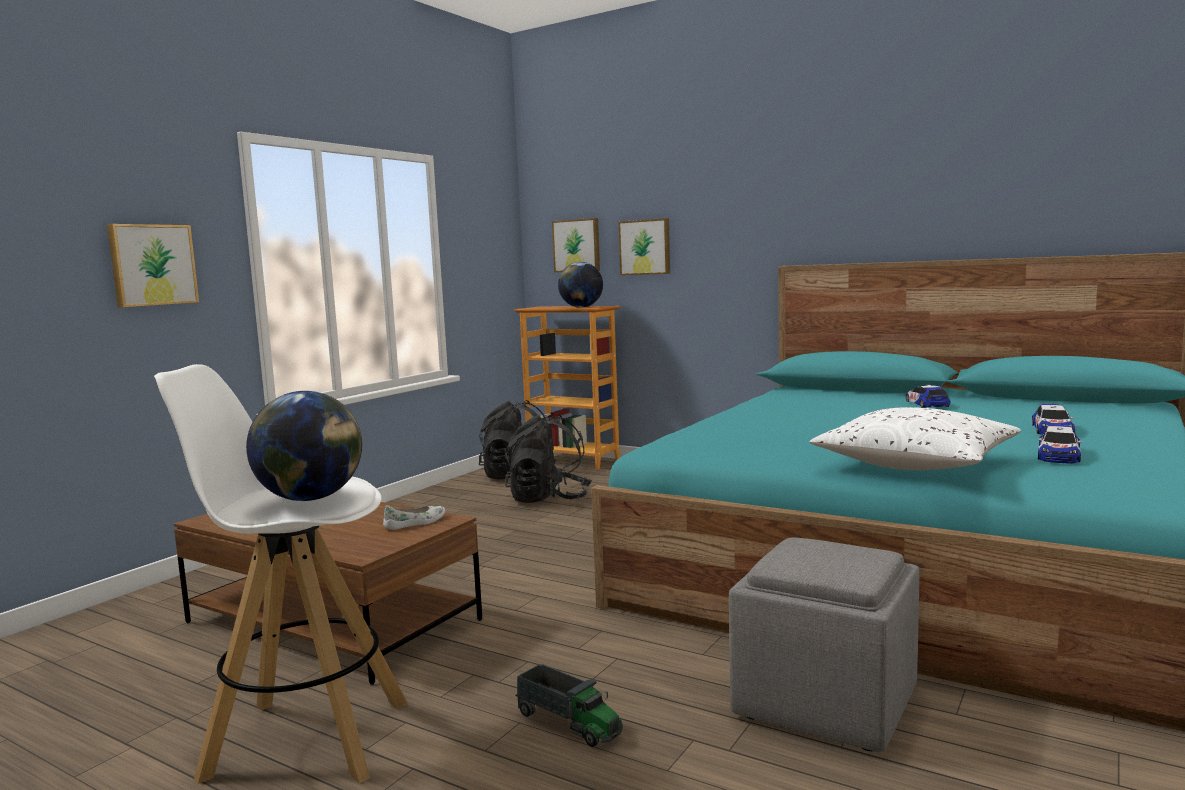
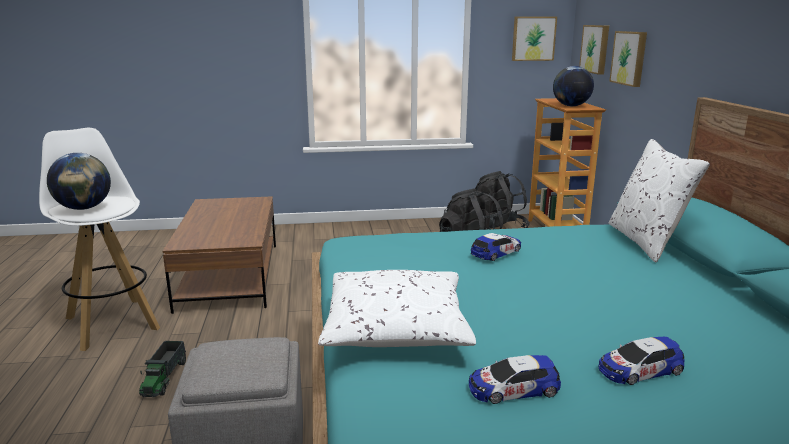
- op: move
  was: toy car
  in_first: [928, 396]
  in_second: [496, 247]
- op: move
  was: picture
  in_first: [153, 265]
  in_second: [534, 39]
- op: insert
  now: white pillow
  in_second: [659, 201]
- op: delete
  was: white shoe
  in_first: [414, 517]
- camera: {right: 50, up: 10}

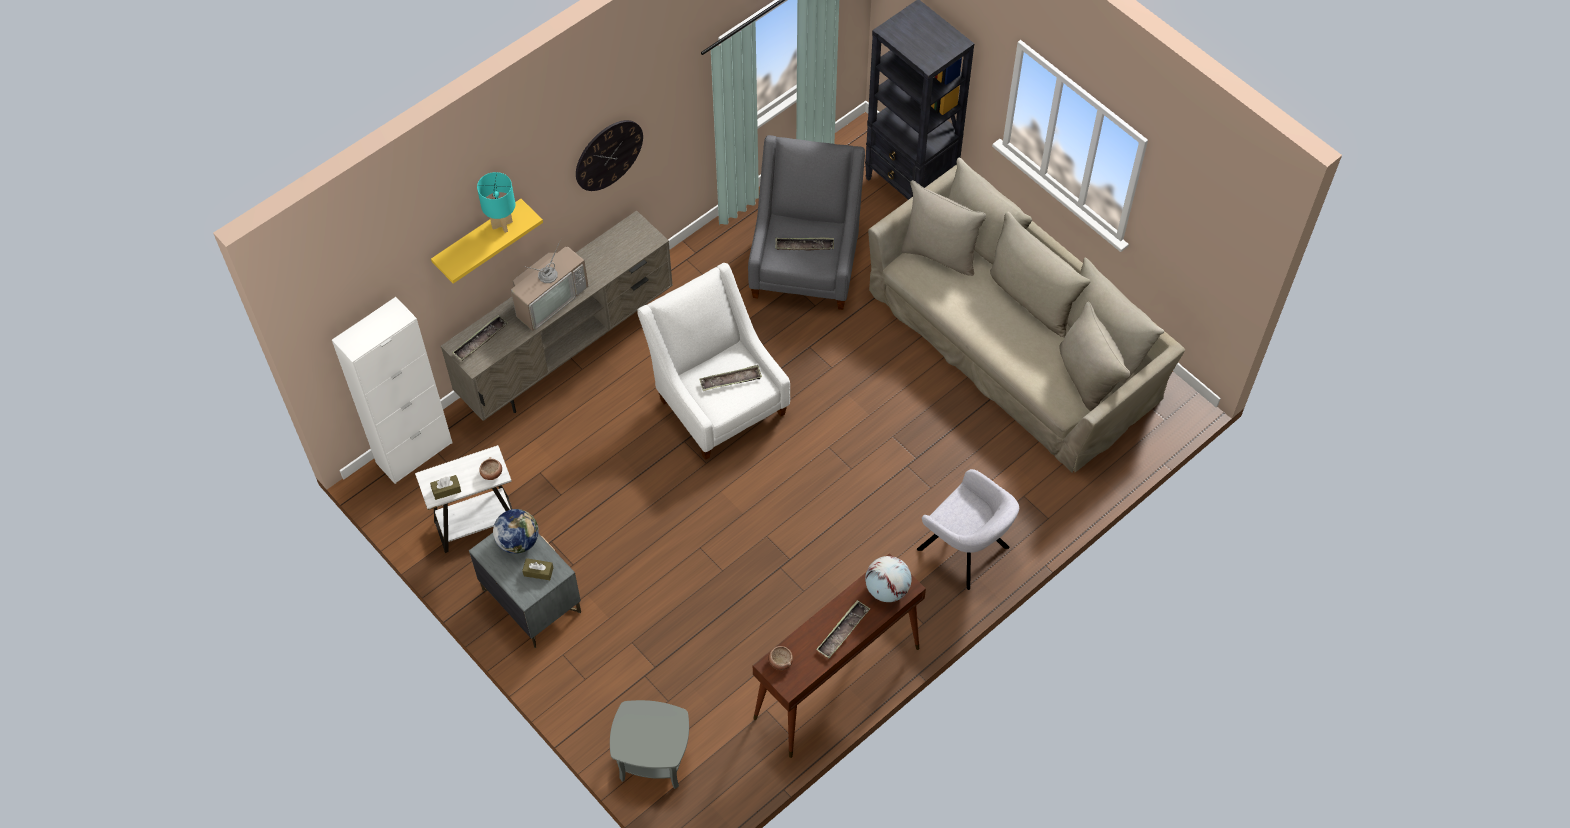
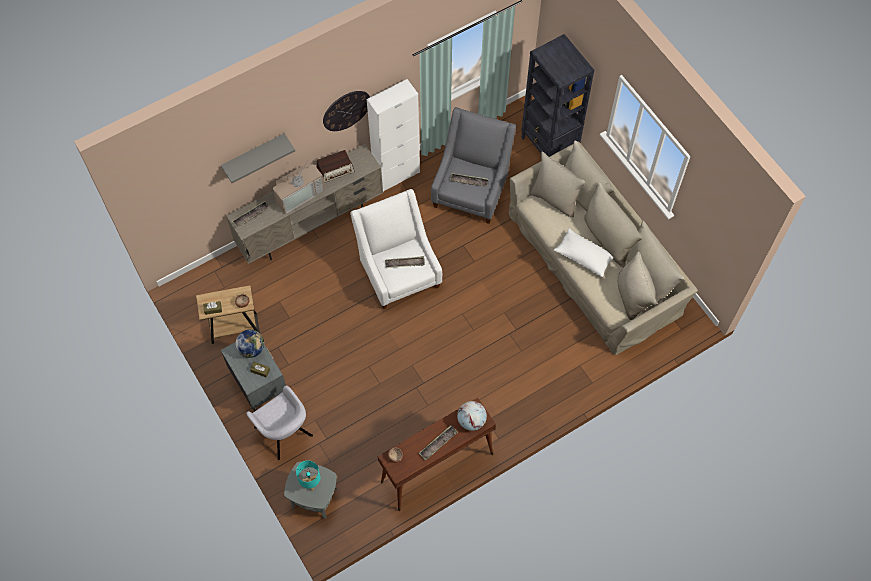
- op: recolor
  was: white side table
  now: brown side table
  in_first: [463, 499]
  in_second: [228, 314]
- op: recolor
  was: yellow shelf
  now: grey shelf
  in_first: [487, 241]
  in_second: [258, 158]
- op: move
  was: grey armchair
  in_first: [968, 529]
  in_second: [279, 423]
- op: move
  was: turquoise table lamp
  in_first: [496, 202]
  in_second: [308, 475]
- op: insert
  now: radio
  in_second: [335, 166]
- op: move
  was: white cabinet
  in_first: [392, 390]
  in_second: [393, 135]
- op: insert
  now: white pillow
  in_second: [583, 253]
- camera: {right: 10, up: 5}

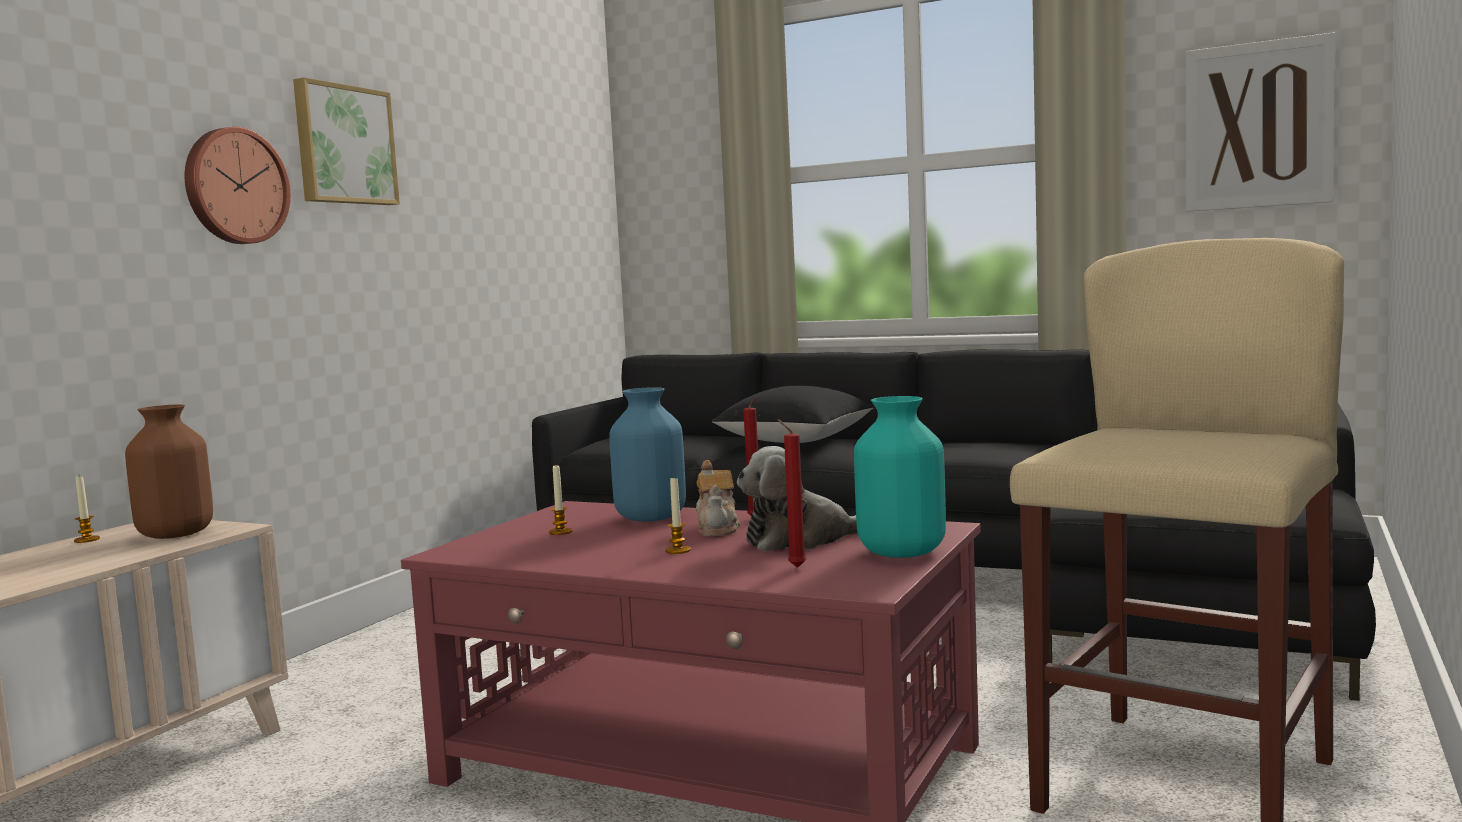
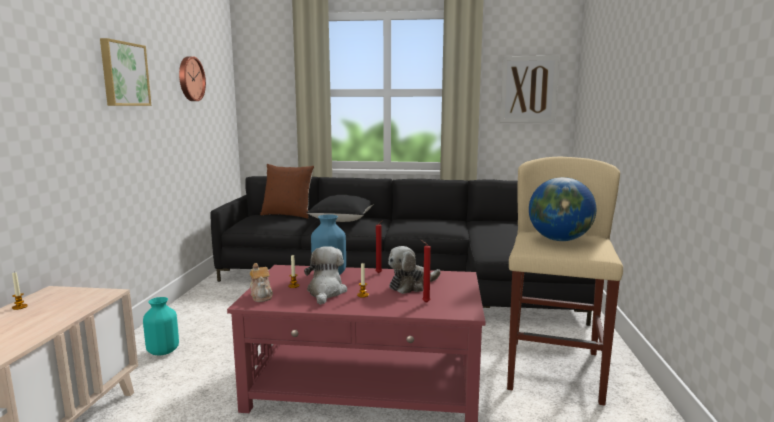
- op: move
  was: turquoise vase
  in_first: [900, 477]
  in_second: [161, 326]
- op: move
  was: wall clock
  in_first: [238, 185]
  in_second: [192, 78]
- op: move
  was: teapot
  in_first: [718, 498]
  in_second: [261, 282]
- op: insert
  now: brown pillow
  in_second: [287, 191]
- op: insert
  now: plush toy
  in_second: [325, 275]
- op: insert
  now: globe
  in_second: [562, 209]
- op: delete
  was: brown vase
  in_first: [169, 471]
- camera: {right: -20, up: 5}

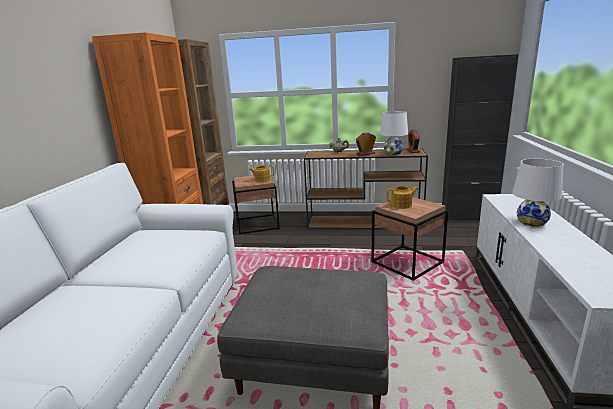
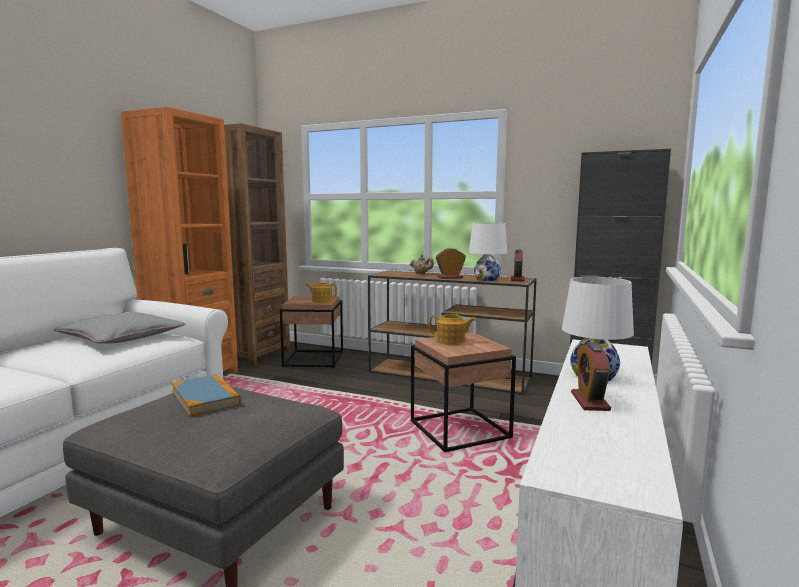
- op: insert
  now: grey pillow
  in_second: [120, 328]
- op: insert
  now: book
  in_second: [206, 395]
- op: insert
  now: alarm clock
  in_second: [591, 376]
- camera: {right: 15, up: -10}

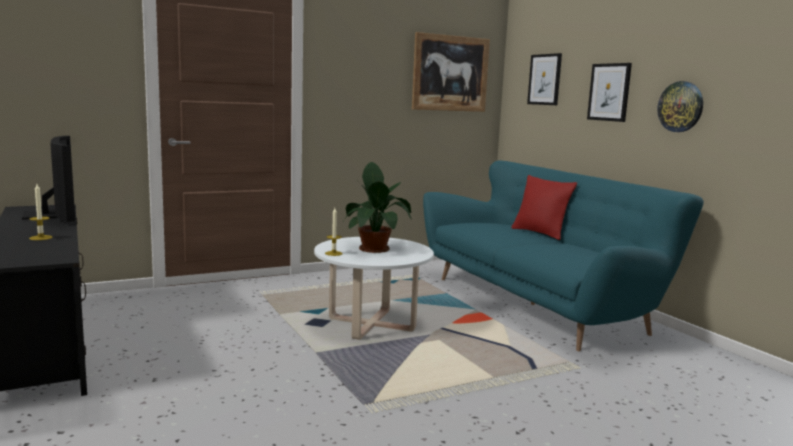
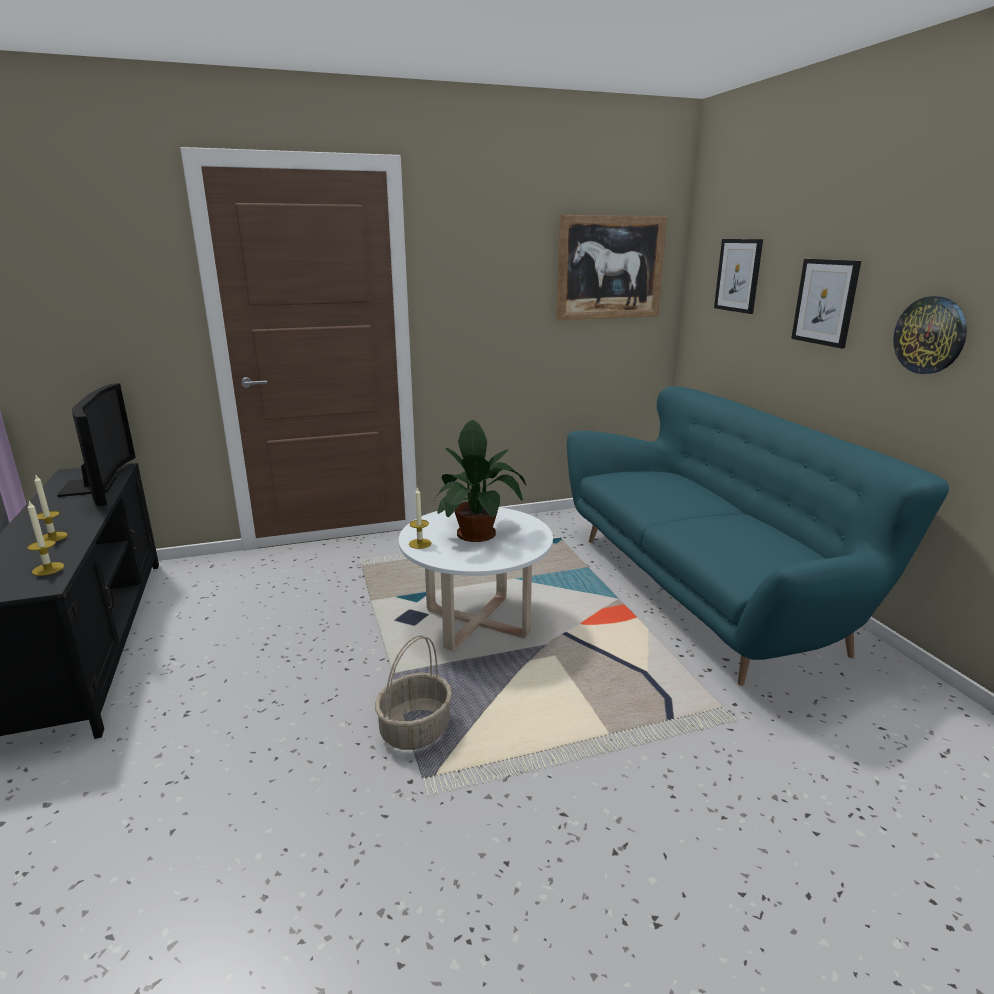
- op: insert
  now: candle
  in_second: [45, 538]
- op: insert
  now: basket
  in_second: [413, 692]
- op: delete
  was: red pillow
  in_first: [544, 207]
- camera: {right: 10, up: 10}

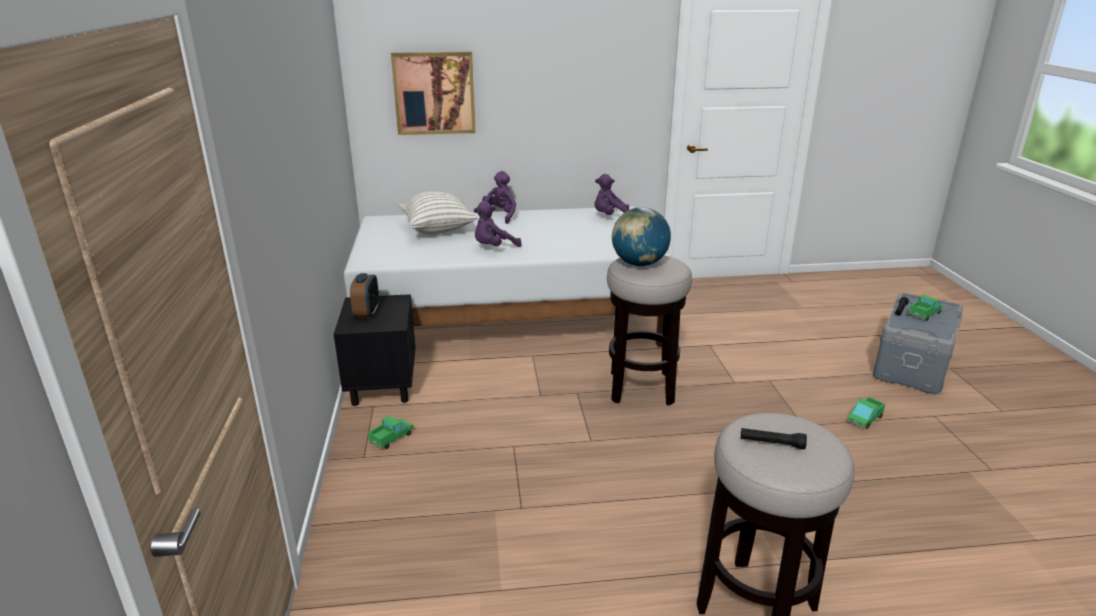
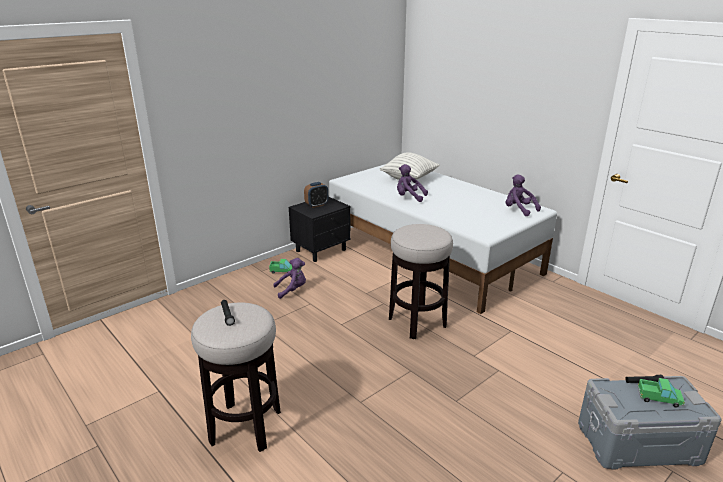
- op: move
  was: purple plush toy
  in_first: [499, 197]
  in_second: [289, 278]
- op: delete
  was: picture
  in_first: [433, 93]
- op: delete
  was: globe
  in_first: [641, 236]
- op: delete
  was: toy truck
  in_first: [866, 413]
- camera: {right: 55, up: 0}

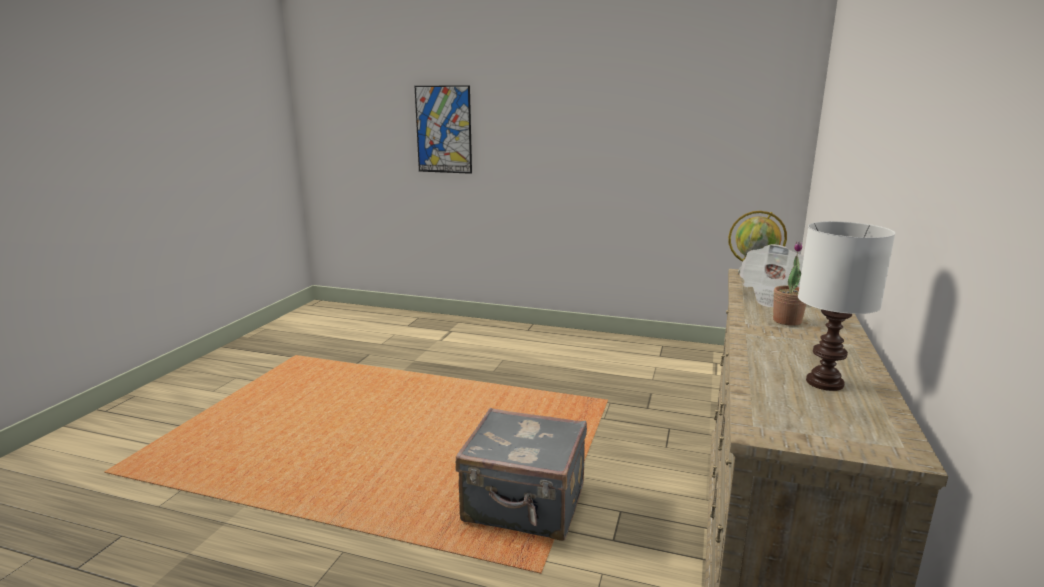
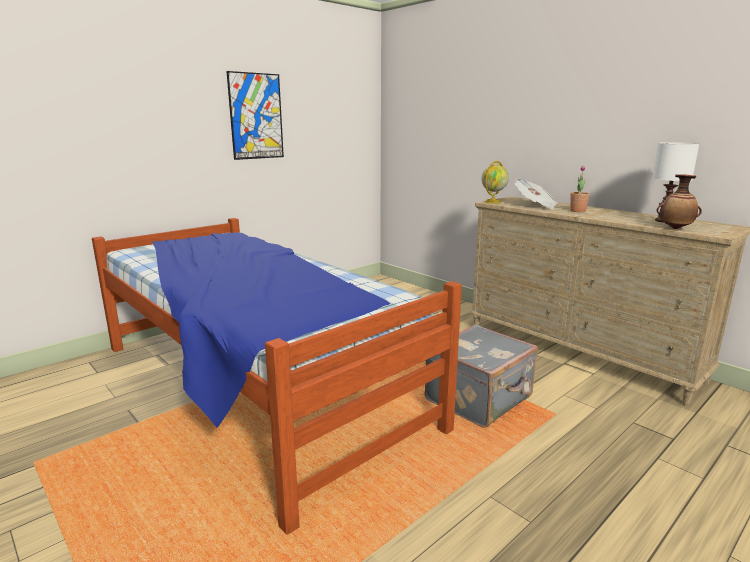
- op: insert
  now: bed
  in_second: [277, 376]
- op: move
  was: picture
  in_first: [443, 130]
  in_second: [255, 115]
- op: insert
  now: vase
  in_second: [679, 201]
- camera: {right: -60, up: 0}

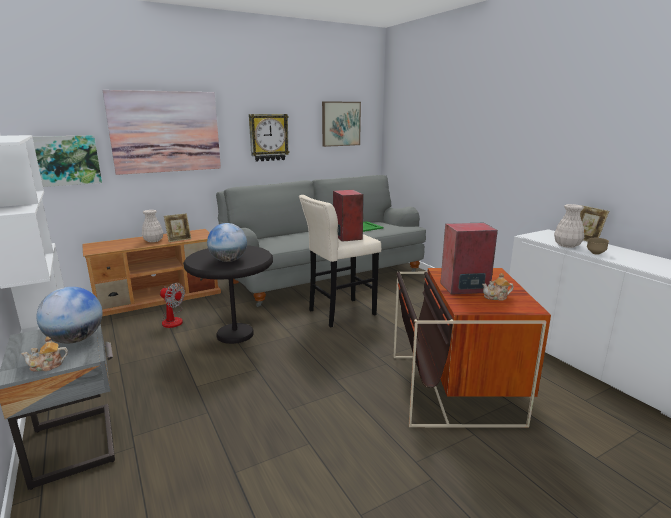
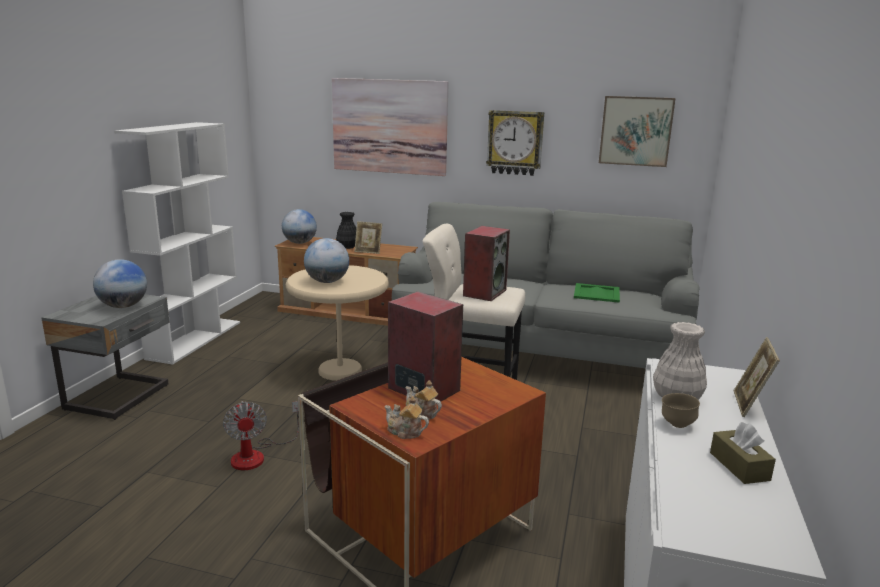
- op: move
  was: fan
  in_first: [172, 305]
  in_second: [261, 435]
- op: insert
  now: globe
  in_second: [299, 226]
- op: recolor
  was: black side table
  now: beige side table
  in_first: [228, 294]
  in_second: [337, 323]
- op: recolor
  was: white vase
  now: black vase
  in_first: [153, 226]
  in_second: [346, 230]
- op: move
  was: teapot
  in_first: [44, 354]
  in_second: [407, 417]
- op: insert
  now: brown tissue box
  in_second: [743, 453]
- op: delete
  was: picture
  in_first: [67, 161]
- camera: {right: 45, up: 0}

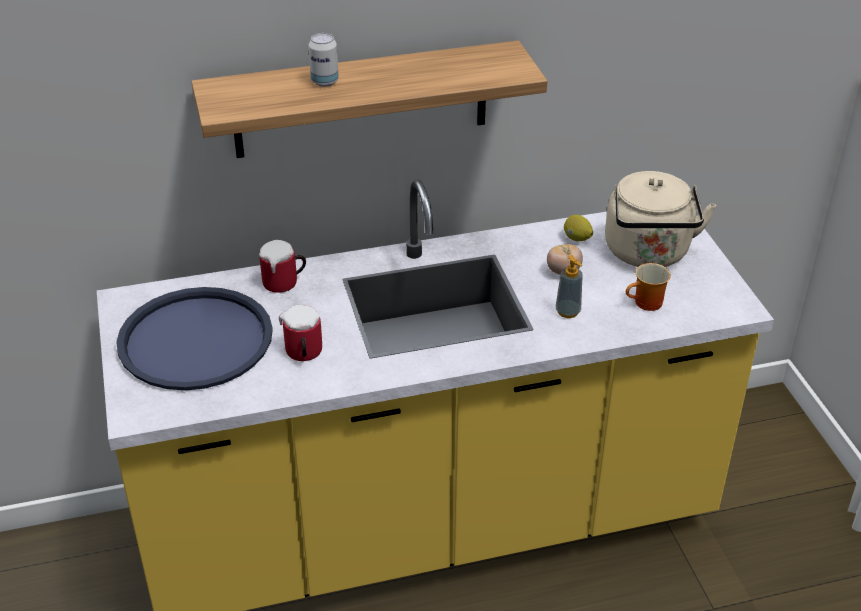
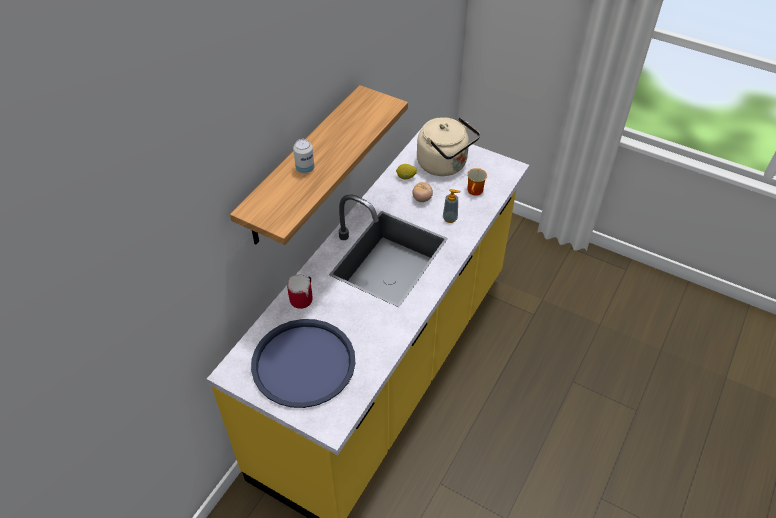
- op: delete
  was: mug
  in_first: [300, 333]
- camera: {right: -45, up: 10}

